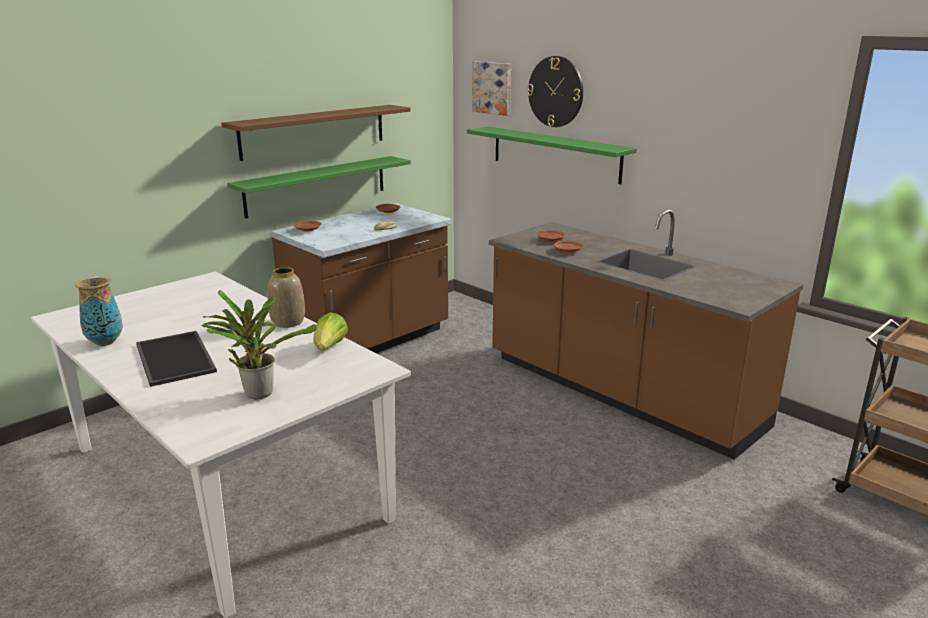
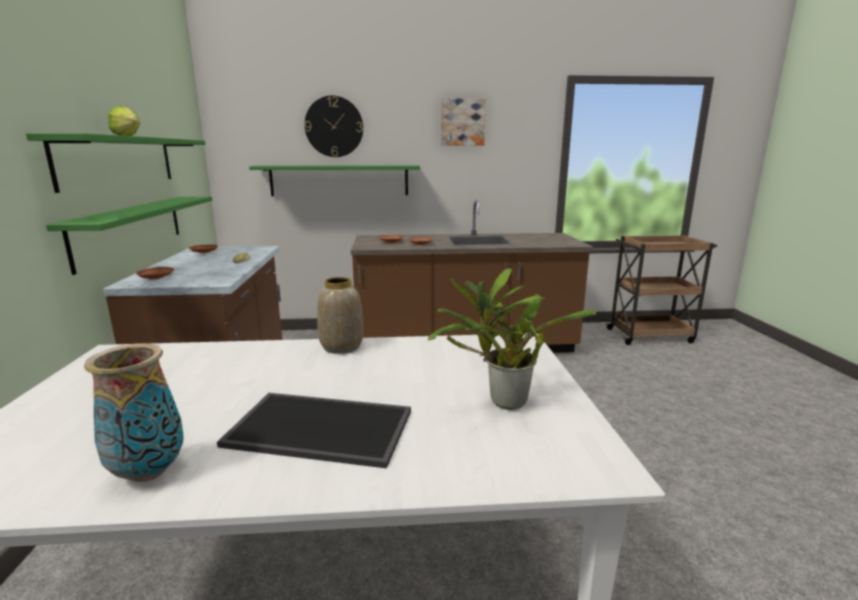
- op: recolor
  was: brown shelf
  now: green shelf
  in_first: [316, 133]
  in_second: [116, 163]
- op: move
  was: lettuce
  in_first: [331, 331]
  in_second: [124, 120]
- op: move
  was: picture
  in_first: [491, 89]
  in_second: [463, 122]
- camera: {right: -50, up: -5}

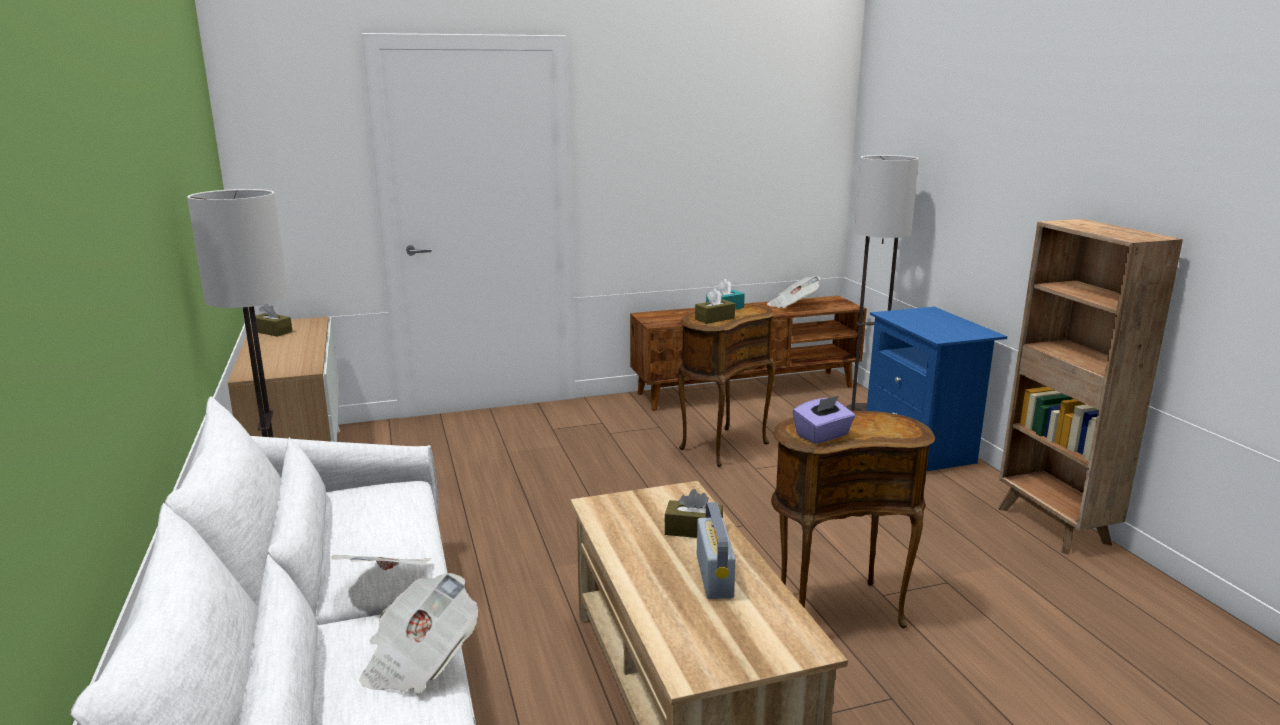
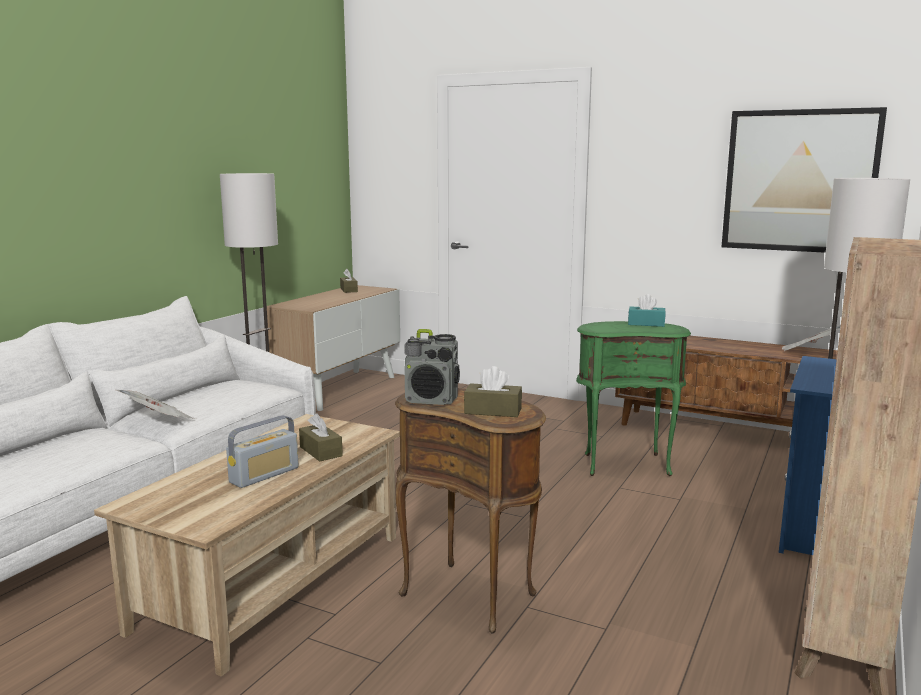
- op: replace
  was: purple tissue box
  now: radio
  in_first: [824, 420]
  in_second: [432, 367]
- op: move
  was: brown tissue box
  in_first: [715, 306]
  in_second: [493, 391]
- op: recolor
  was: brown side table
  now: green side table
  in_first: [726, 385]
  in_second: [633, 398]
- op: insert
  now: picture
  in_second: [804, 180]
- op: delete
  was: newspaper
  in_first: [418, 633]
- camera: {right: 45, up: -5}

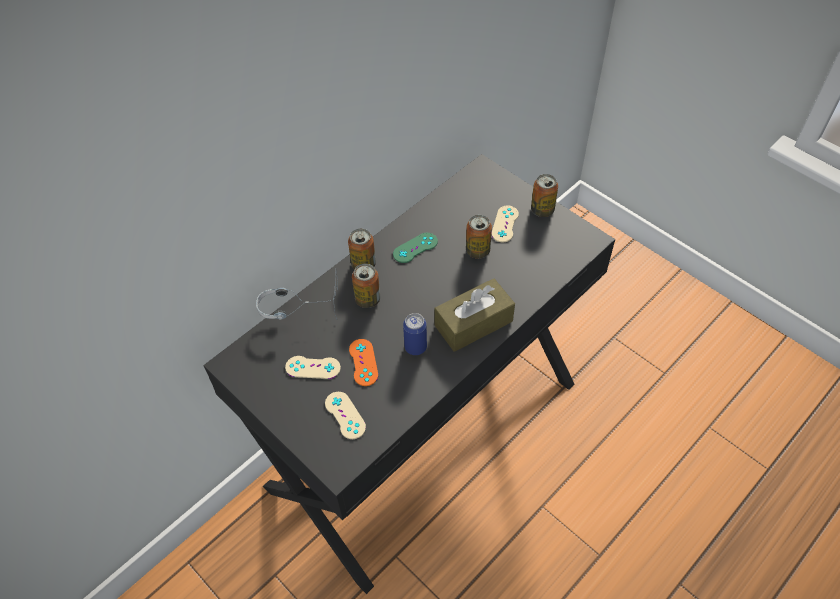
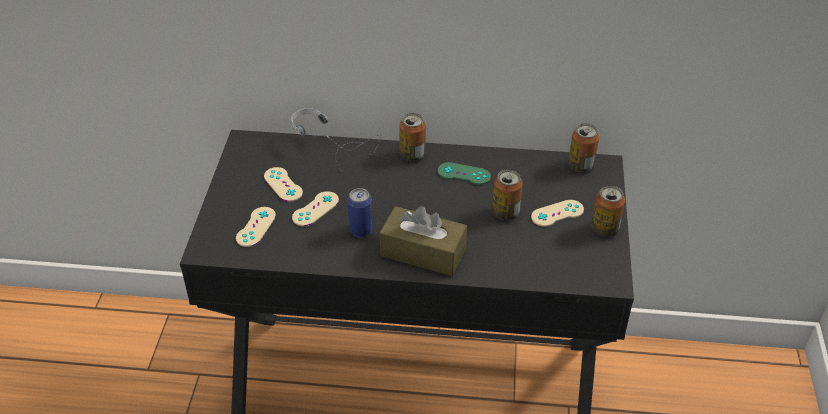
- op: recolor
  was: orange game controller
  now: beige game controller
  in_first: [363, 362]
  in_second: [315, 208]
- op: move
  was: can
  in_first: [366, 286]
  in_second: [583, 147]
- camera: {right: 50, up: -10}

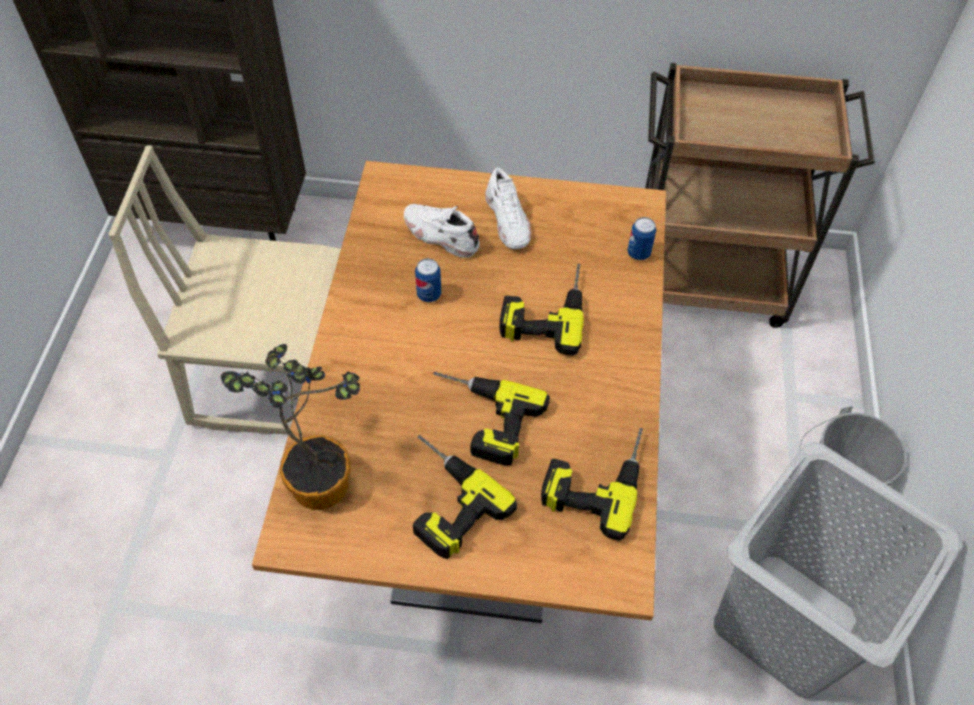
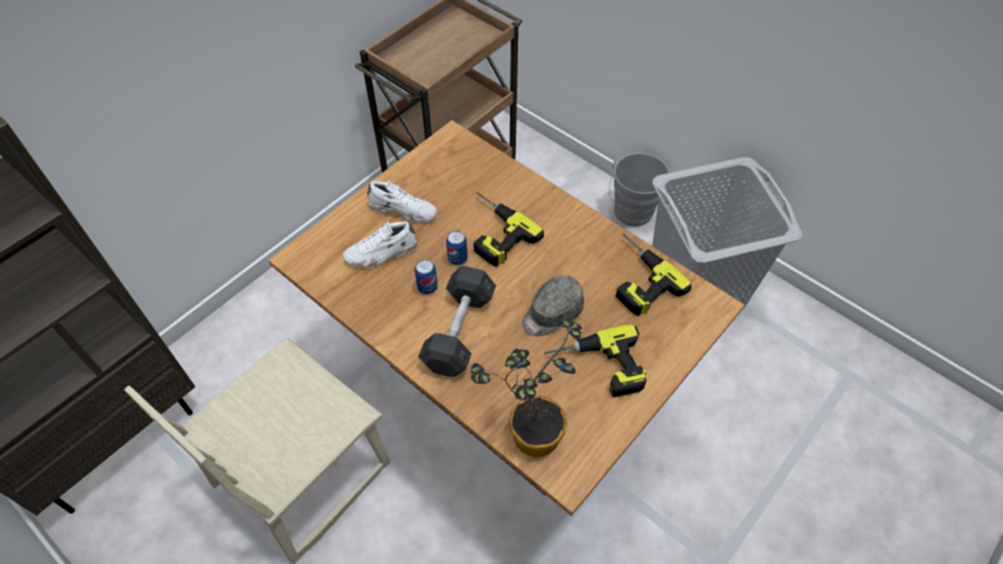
- op: insert
  now: grey dumbbell
  in_second: [457, 321]
- op: move
  was: can
  in_first: [641, 238]
  in_second: [457, 247]
- op: replace
  was: power drill
  now: grey cap
  in_first: [491, 419]
  in_second: [553, 305]
- camera: {right: -55, up: 0}

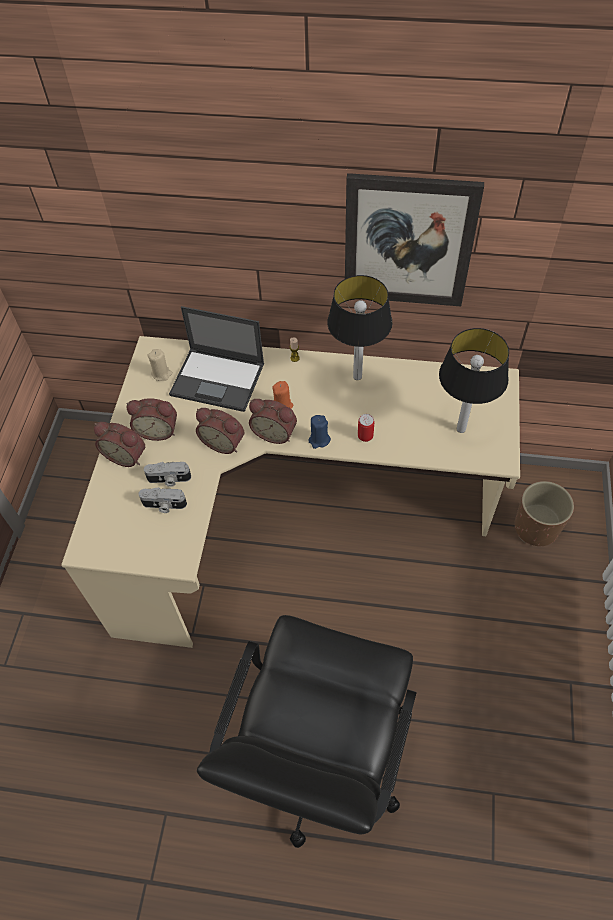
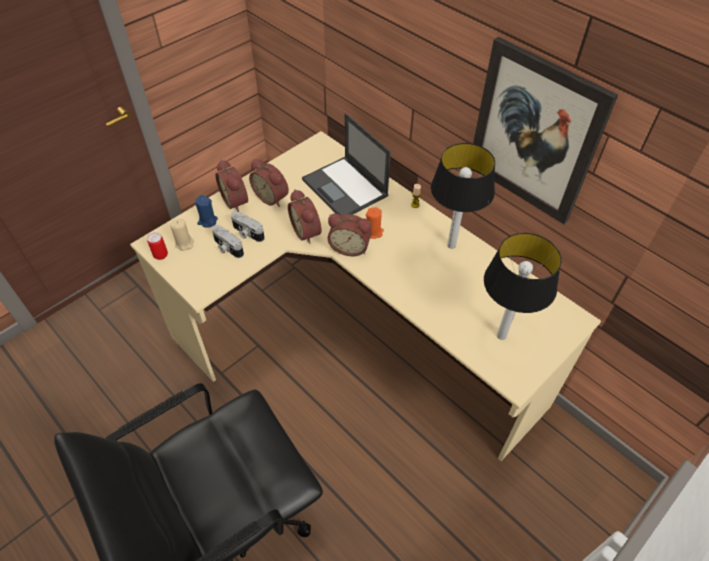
- op: move
  was: can
  in_first: [366, 428]
  in_second: [157, 246]
- op: move
  was: beige candle
  in_first: [160, 365]
  in_second: [182, 234]
- op: move
  was: blue candle
  in_first: [319, 432]
  in_second: [206, 211]
- op: rotate
  was: alarm clock
  in_first: [273, 421]
  in_second: [350, 234]
  clockwise: -45
- op: delete
  was: brown planter
  in_first: [544, 513]
- camera: {right: 35, up: -5}

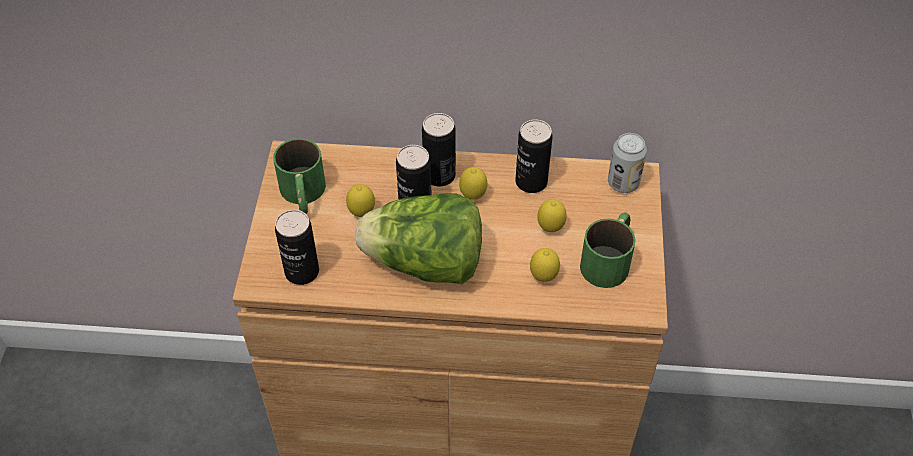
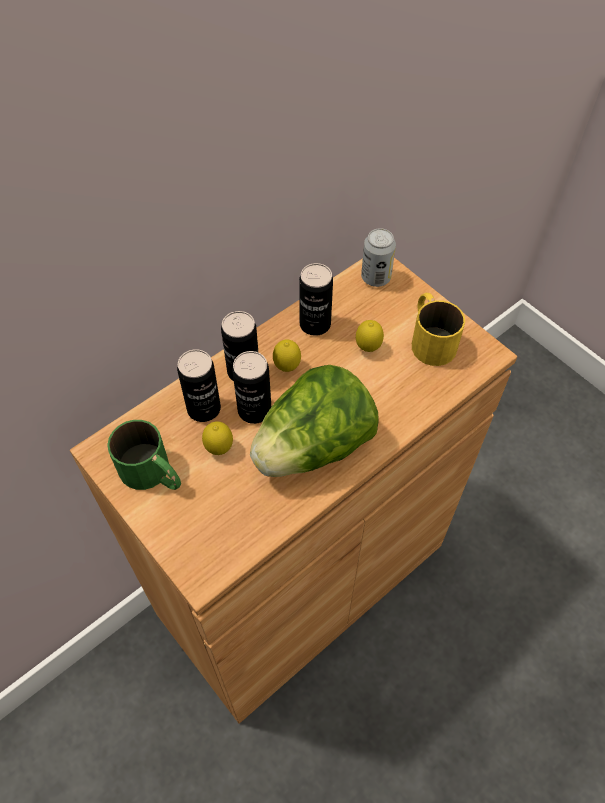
- op: move
  was: can
  in_first: [297, 247]
  in_second: [199, 385]
- op: recolor
  was: green mug
  now: yellow mug
  in_first: [608, 250]
  in_second: [438, 329]
- op: delete
  was: lemon
  in_first: [545, 265]
- camera: {right: -45, up: 5}

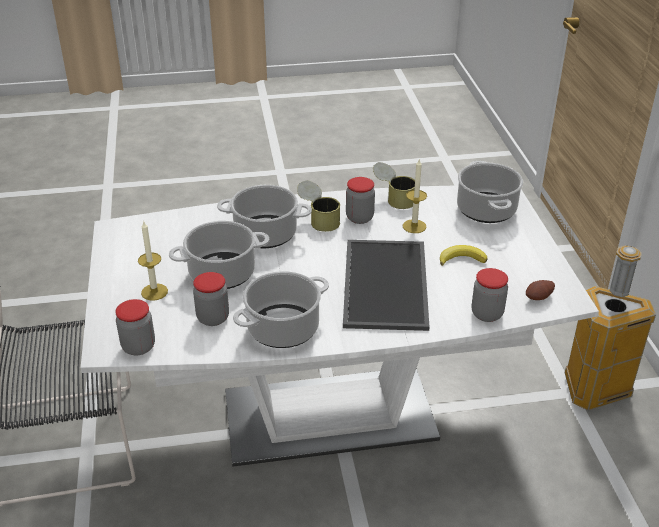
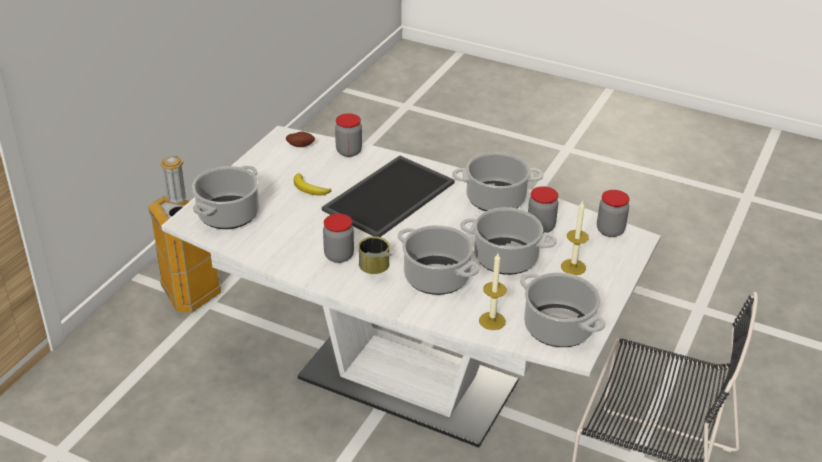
- op: move
  was: candle
  in_first: [414, 195]
  in_second: [493, 291]
- op: insert
  now: cooking pot
  in_second: [563, 310]
- op: delete
  was: can
  in_first: [394, 185]
- camera: {right: -145, up: 0}

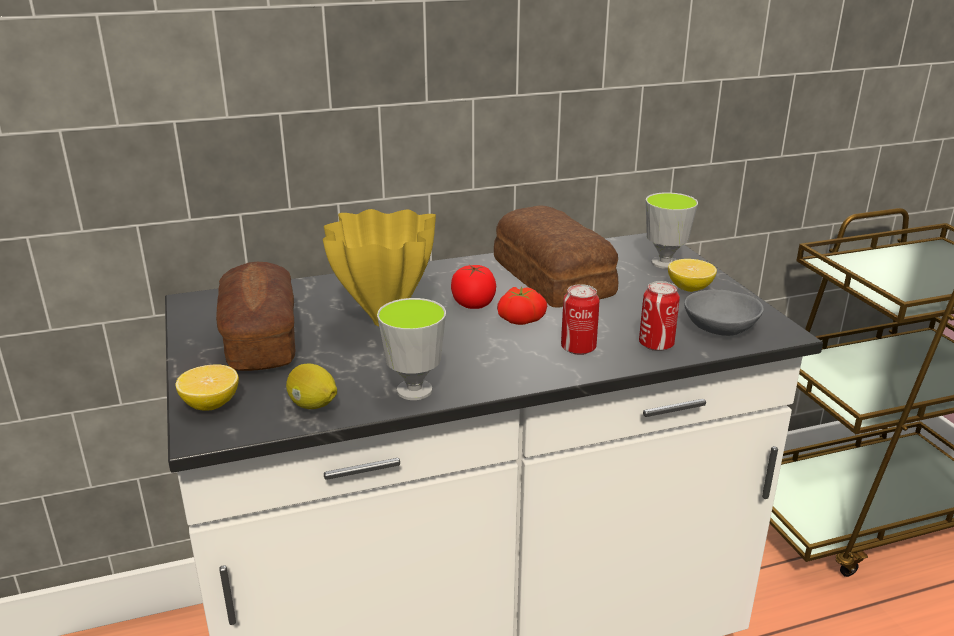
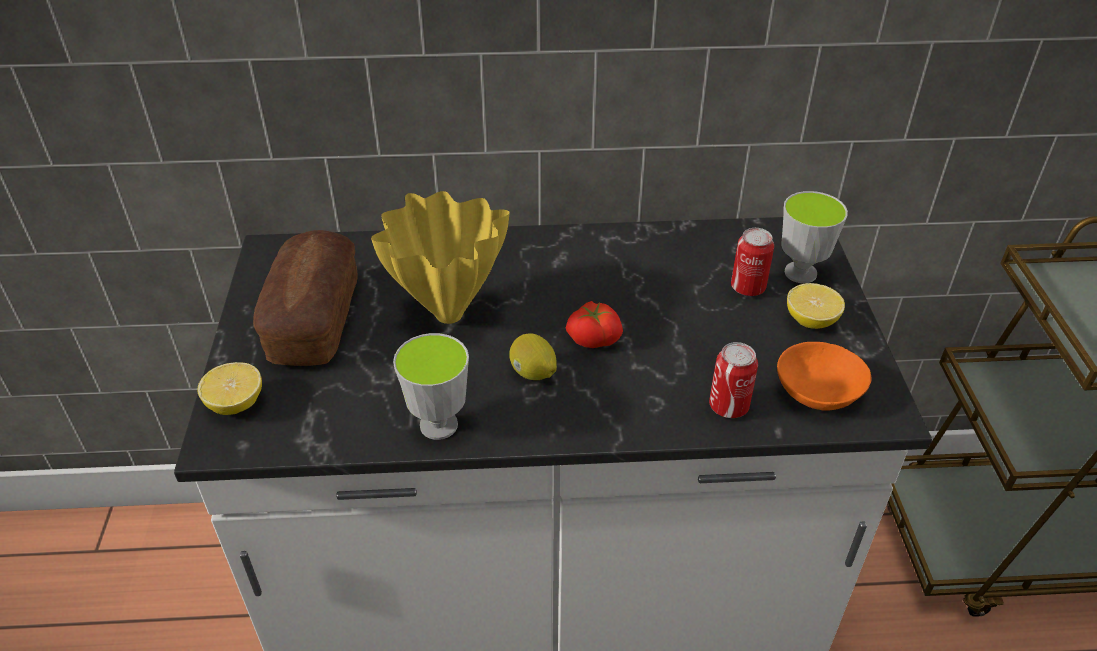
- op: move
  was: lemon
  in_first: [311, 386]
  in_second: [533, 356]
- op: move
  was: can
  in_first: [580, 319]
  in_second: [752, 262]
- op: recolor
  was: grey bowl
  now: orange bowl
  in_first: [724, 313]
  in_second: [824, 376]
- op: delete
  was: tomato
  in_first: [473, 287]
- op: delete
  was: bread
  in_first: [556, 256]
- camera: {right: 15, up: 15}

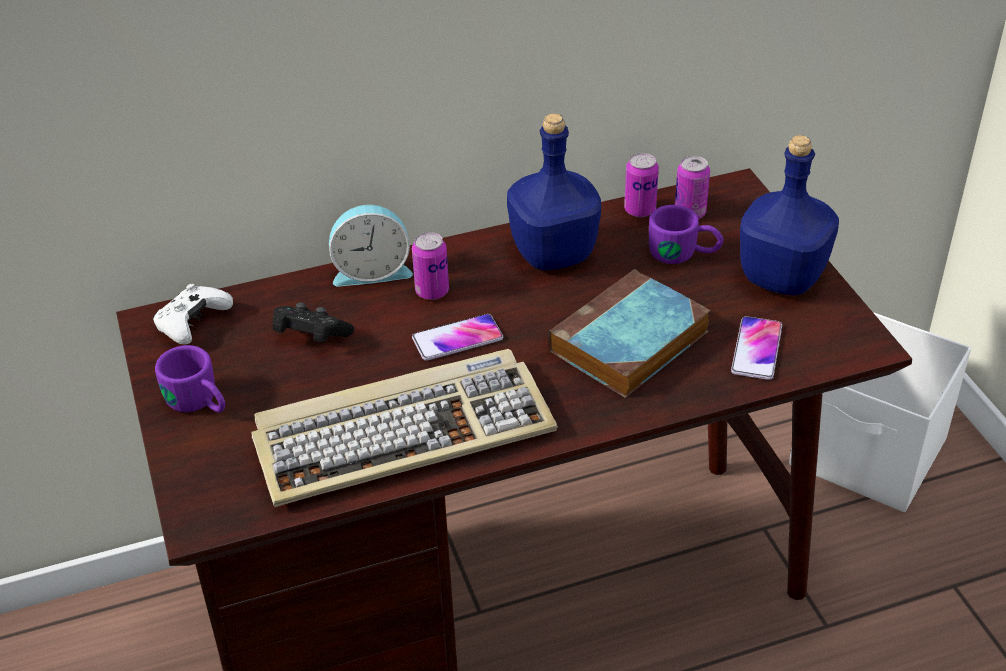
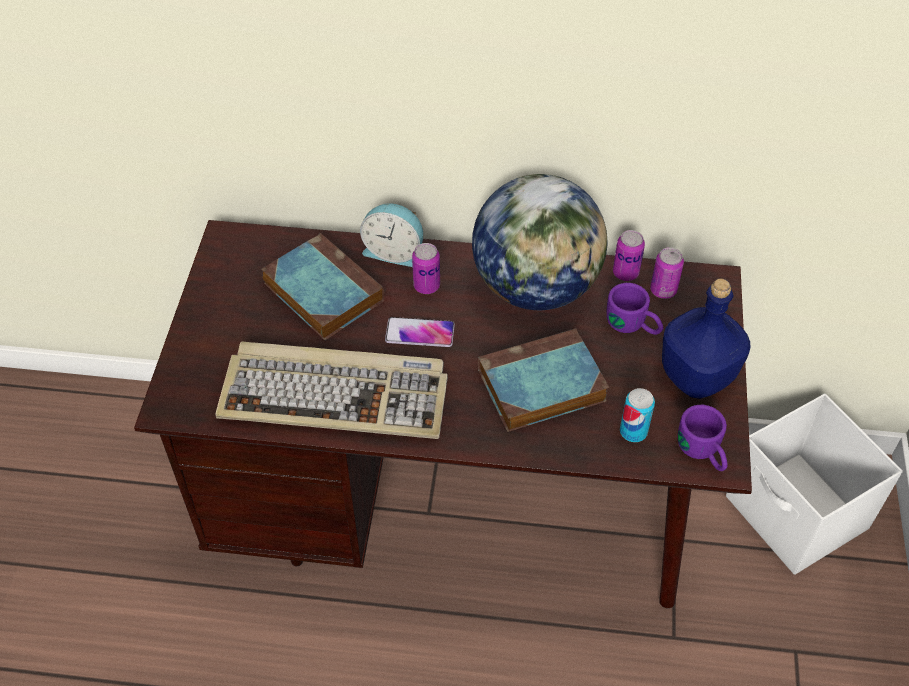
- op: replace
  was: black game controller
  now: book
  in_first: [313, 322]
  in_second: [322, 286]
- op: replace
  was: blue bottle
  now: globe
  in_first: [554, 192]
  in_second: [539, 242]
- op: replace
  was: phone
  now: can
  in_first: [756, 348]
  in_second: [637, 415]
- op: move
  was: purple mug
  in_first: [190, 379]
  in_second: [703, 438]
- op: delete
  was: white game controller
  in_first: [193, 314]
- camera: {right: 25, up: 10}

